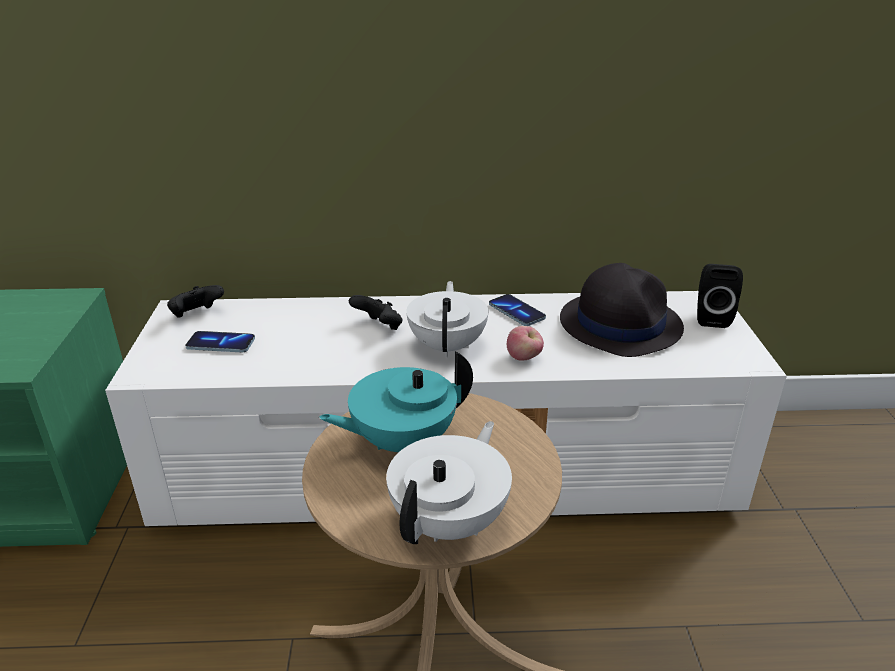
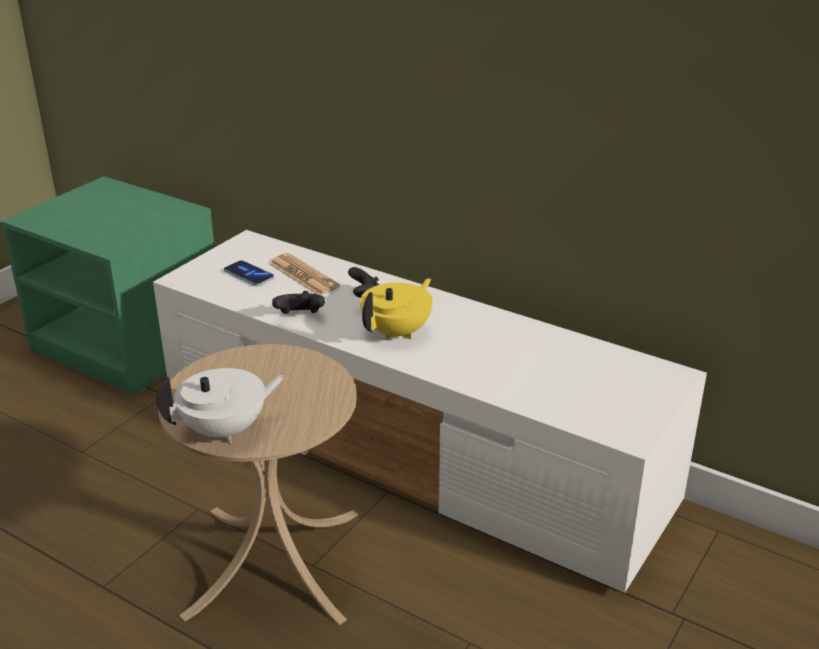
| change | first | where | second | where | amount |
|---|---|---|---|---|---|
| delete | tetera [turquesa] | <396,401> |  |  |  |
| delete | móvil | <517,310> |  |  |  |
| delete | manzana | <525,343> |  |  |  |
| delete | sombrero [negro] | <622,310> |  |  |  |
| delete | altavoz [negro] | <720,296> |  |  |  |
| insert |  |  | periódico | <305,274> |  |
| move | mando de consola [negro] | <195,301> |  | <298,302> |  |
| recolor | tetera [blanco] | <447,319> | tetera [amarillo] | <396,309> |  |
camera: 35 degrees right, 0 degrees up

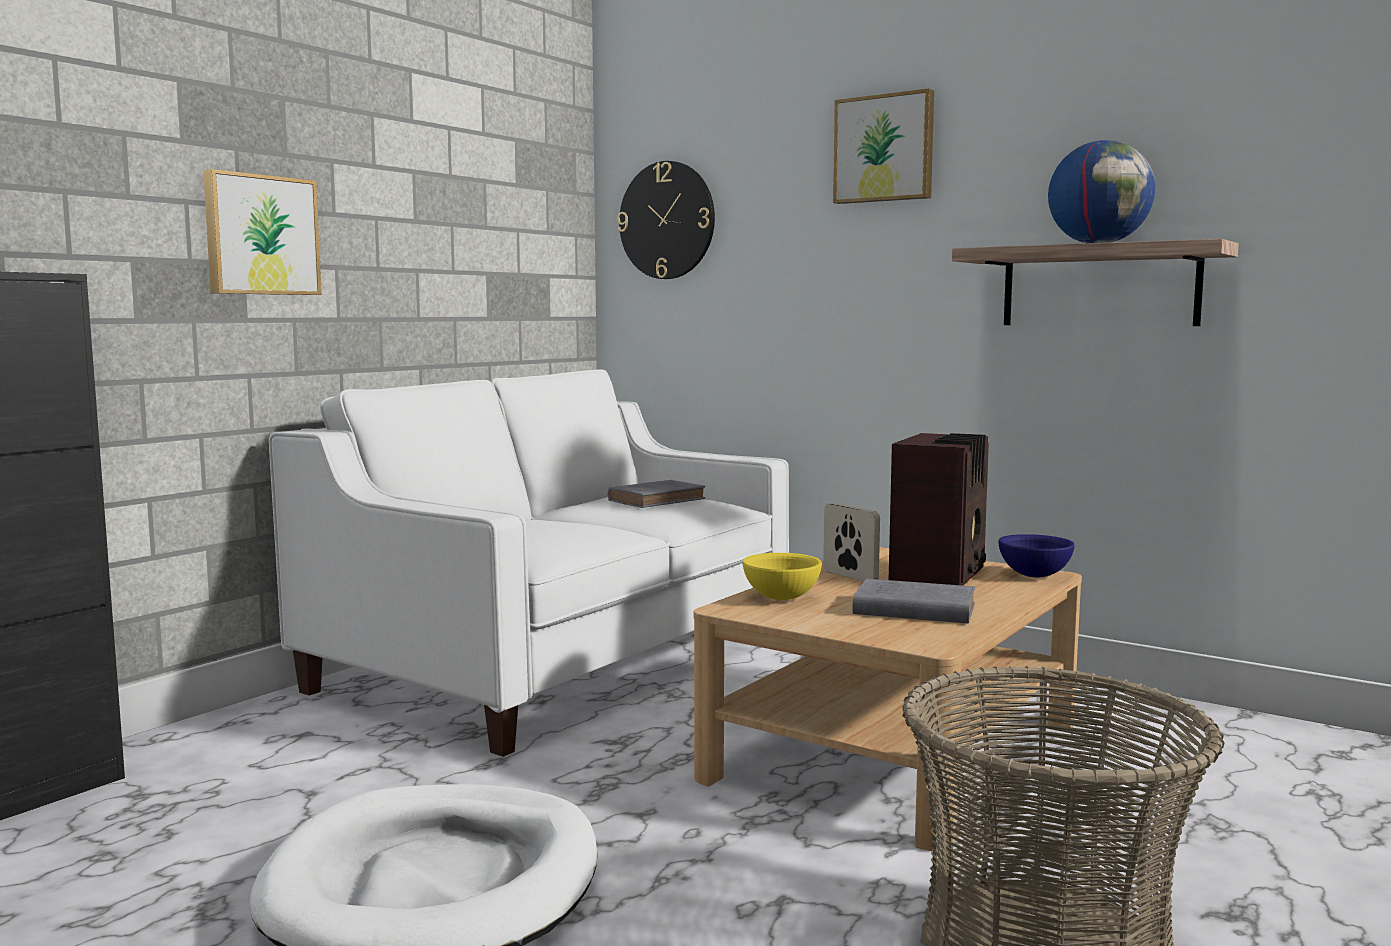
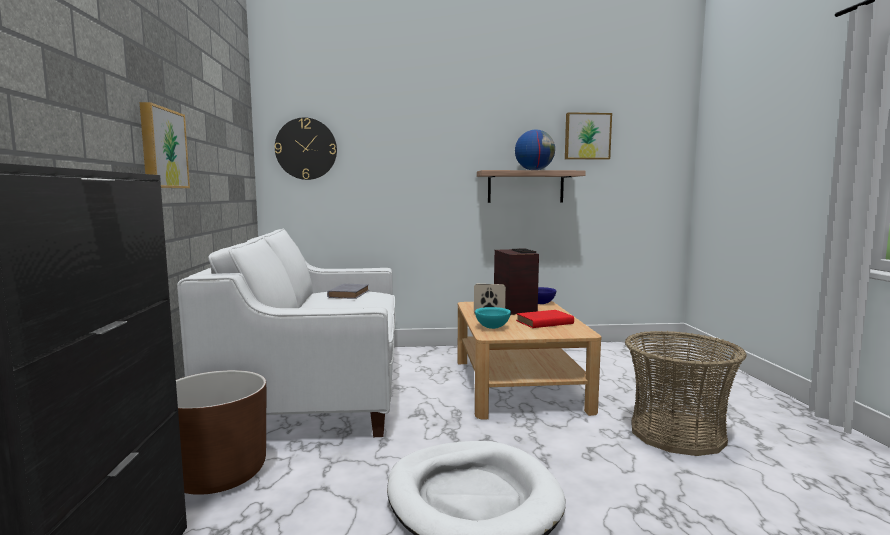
| change | first | where | second | where | amount |
|---|---|---|---|---|---|
| insert |  |  | maceta [marrón] | <221,432> |  |
| move | cuadro | <883,146> |  | <588,136> |  |
| recolor | cuenco [amarillo] | <782,576> | cuenco [turquesa] | <493,318> |  |
| recolor | libro [gris] | <913,601> | libro [rojo] | <545,319> |  |
camera: 40 degrees left, 0 degrees up

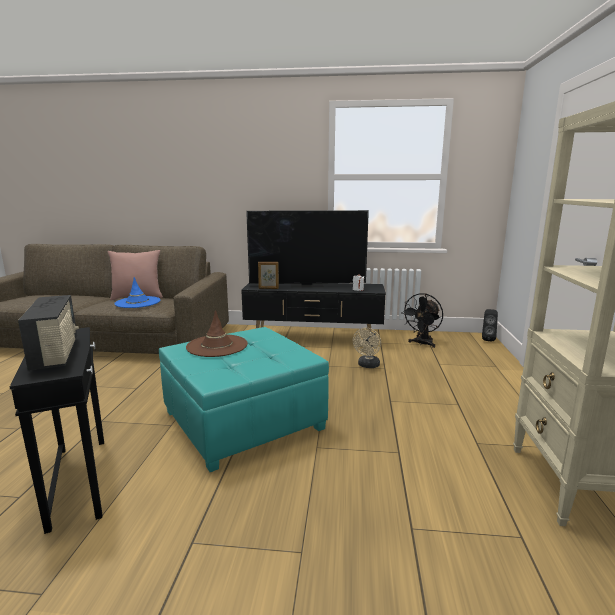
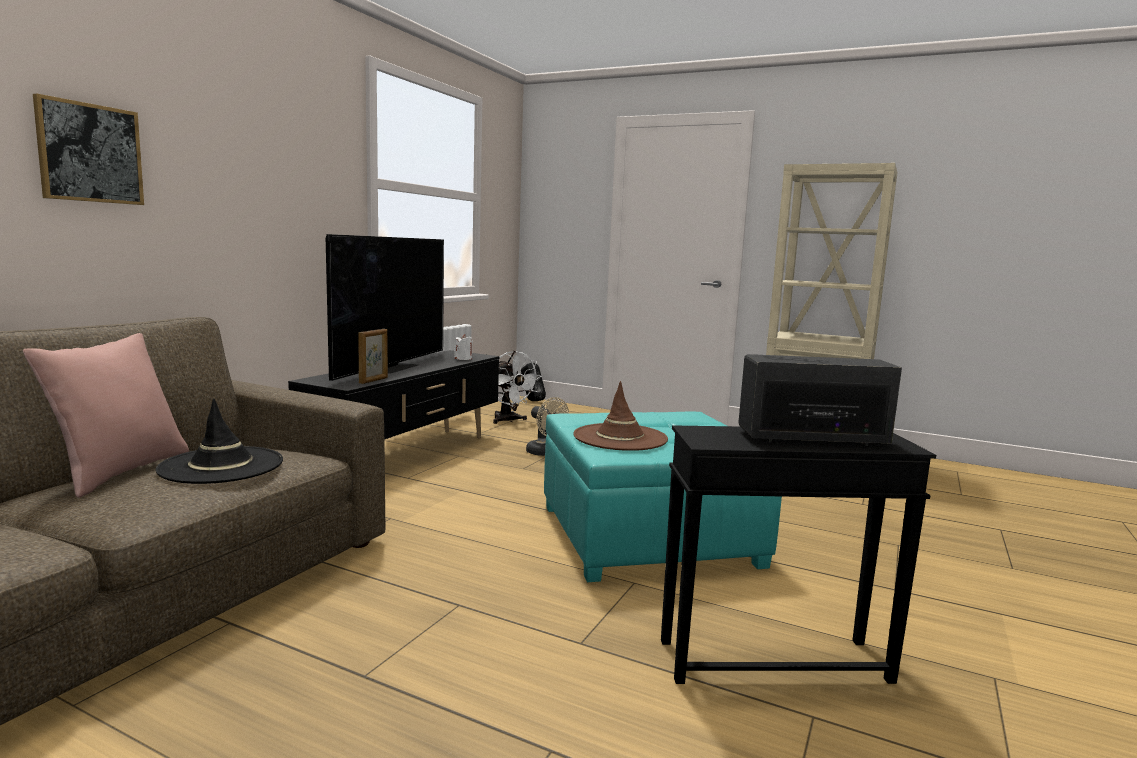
| change | first | where | second | where | amount |
|---|---|---|---|---|---|
| insert |  |  | cuadro | <88,149> |  |
| recolor | sombrero [azul] | <137,292> | sombrero [negro] | <219,441> |  |
| recolor | ventilador [negro] | <422,320> | ventilador [blanco] | <517,387> |  |
camera: 70 degrees left, 5 degrees down

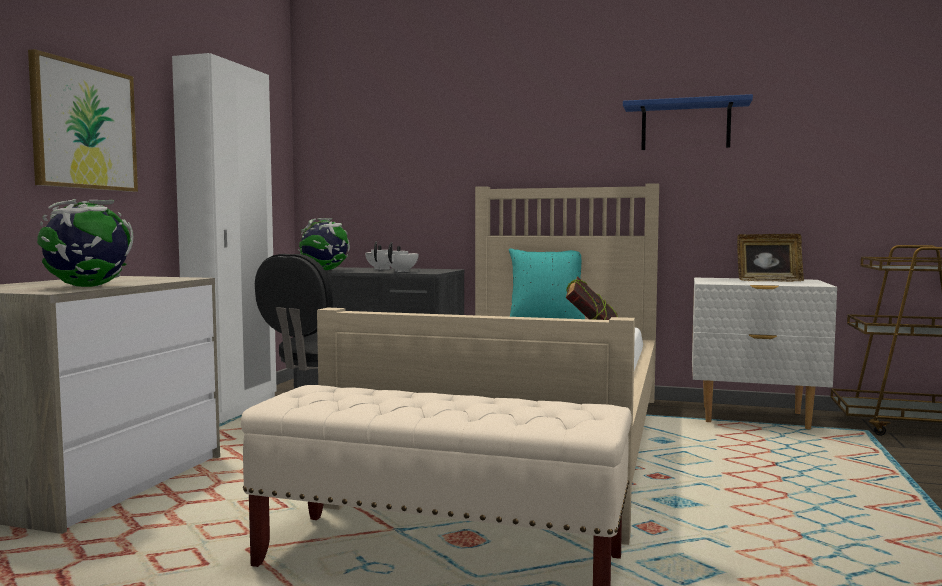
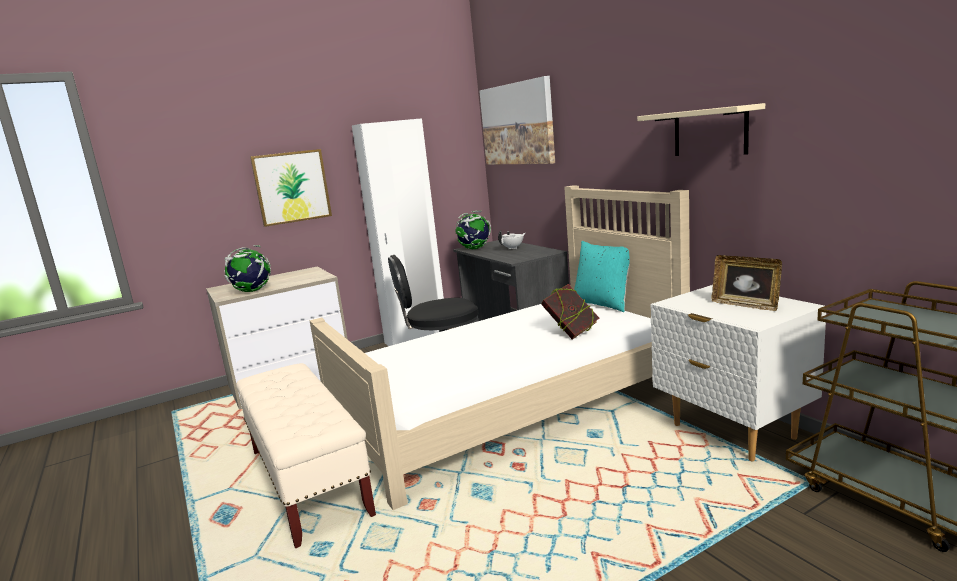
| change | first | where | second | where | amount |
|---|---|---|---|---|---|
| delete | tetera [blanco] | <402,257> |  |  |  |
| insert |  |  | cuadro | <517,120> |  |
| recolor | estante [azul] | <688,122> | estante [beis] | <701,129> |  |
camera: 45 degrees right, 10 degrees up

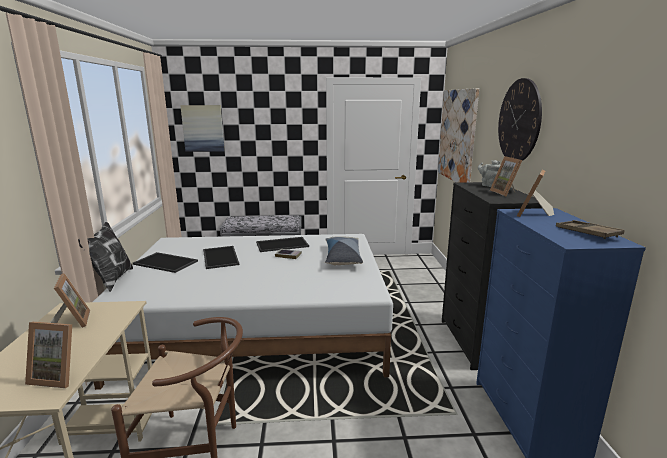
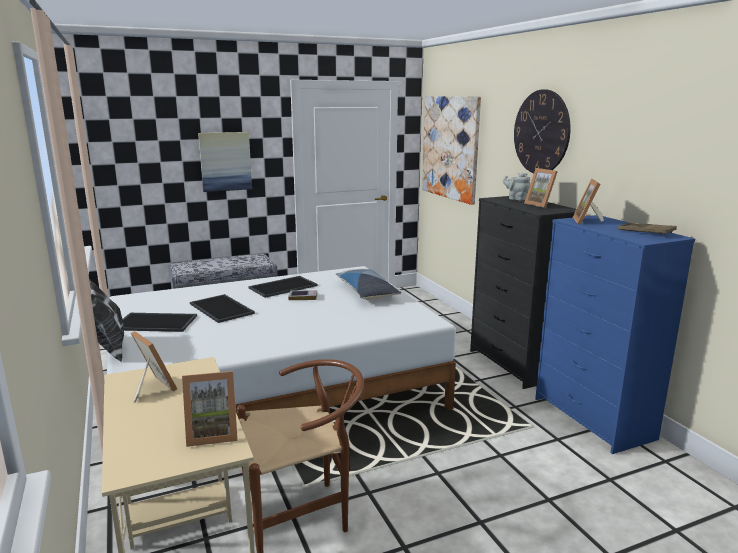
| change | first | where | second | where | amount |
|---|---|---|---|---|---|
| move | cuadro | <202,128> |  | <225,162> |  |
camera: 20 degrees left, 0 degrees up

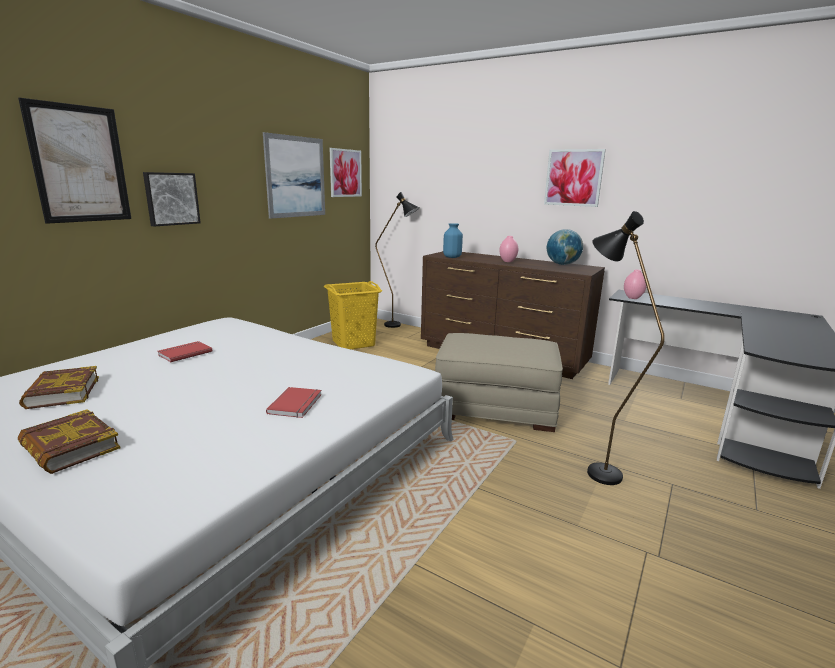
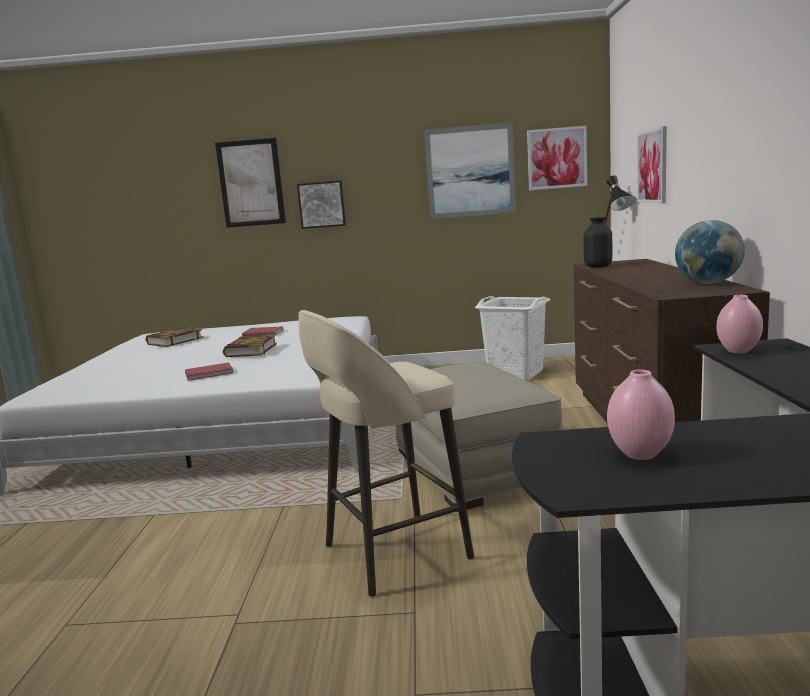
| change | first | where | second | where | amount |
|---|---|---|---|---|---|
| move | libro | <69,441> |  | <250,345> |  |
| move | florero [rosa] | <508,249> |  | <641,415> |  |
| move | cuadro | <575,178> |  | <652,164> |  |
| replace | lámpara de pie [negro] | <626,348> | taburete [beis] | <386,453> |  |
| recolor | cesto de la ropa [amarillo] | <353,315> | cesto de la ropa [blanco] | <512,338> |  |
| recolor | florero [azul] | <453,240> | florero [negro] | <598,242> |  |
camera: 60 degrees right, 5 degrees down

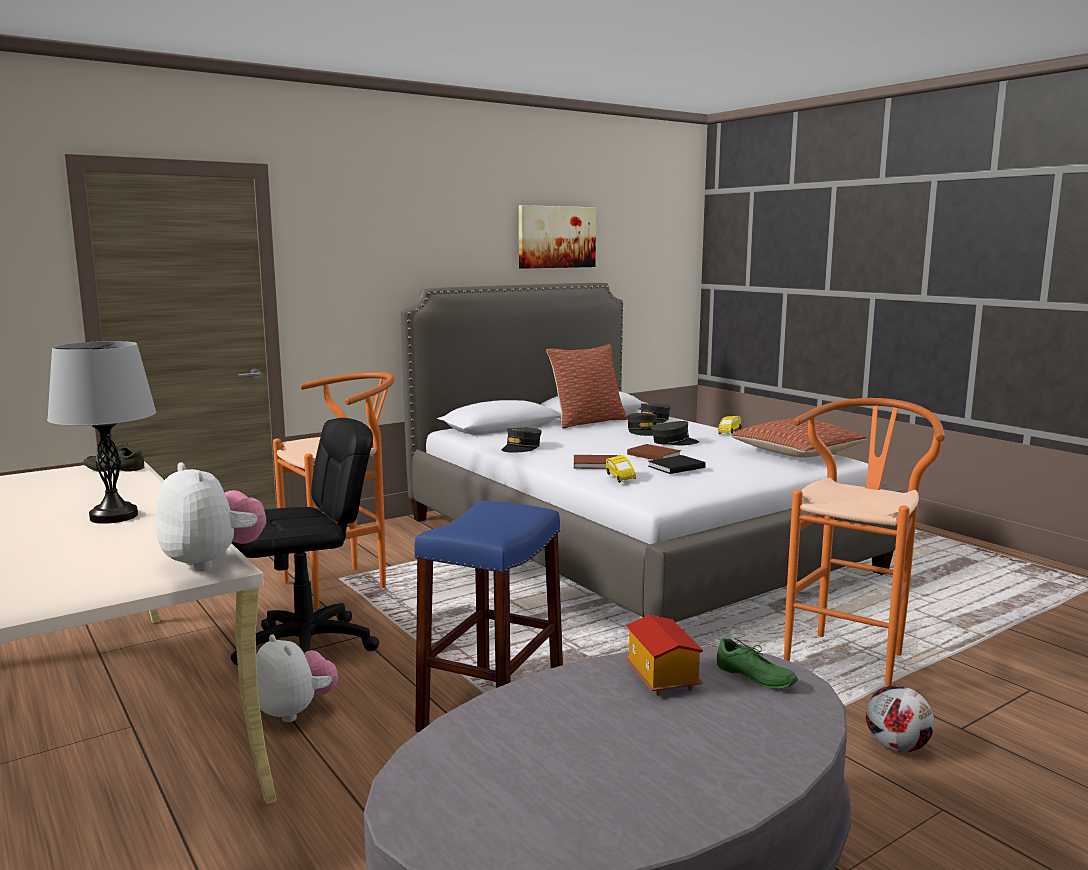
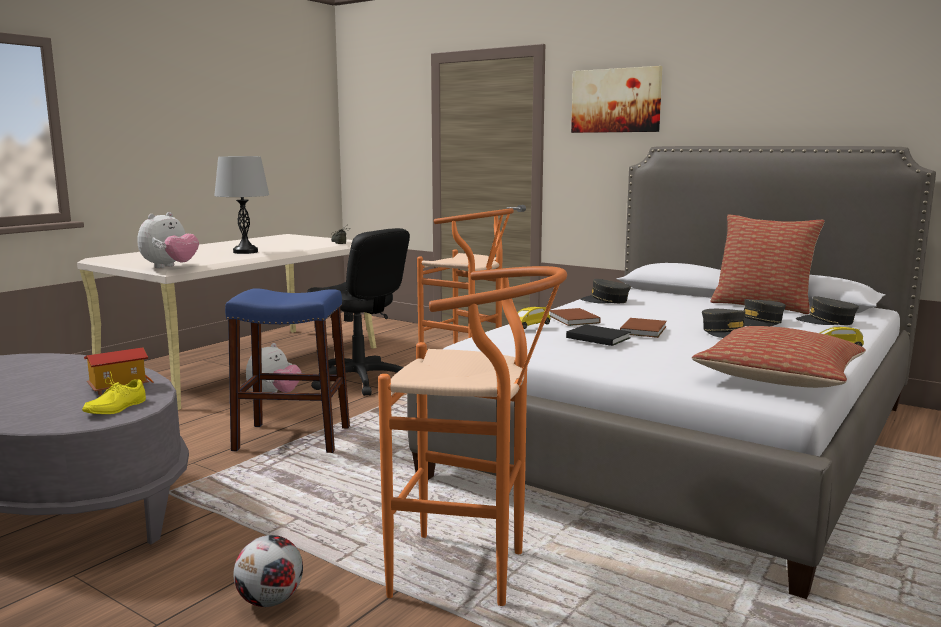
| change | first | where | second | where | amount |
|---|---|---|---|---|---|
| move | cuadro | <557,237> |  | <617,99> |  |
| recolor | zapato [verde] | <757,663> | zapato [amarillo] | <114,392> |  |
camera: 70 degrees right, 0 degrees up

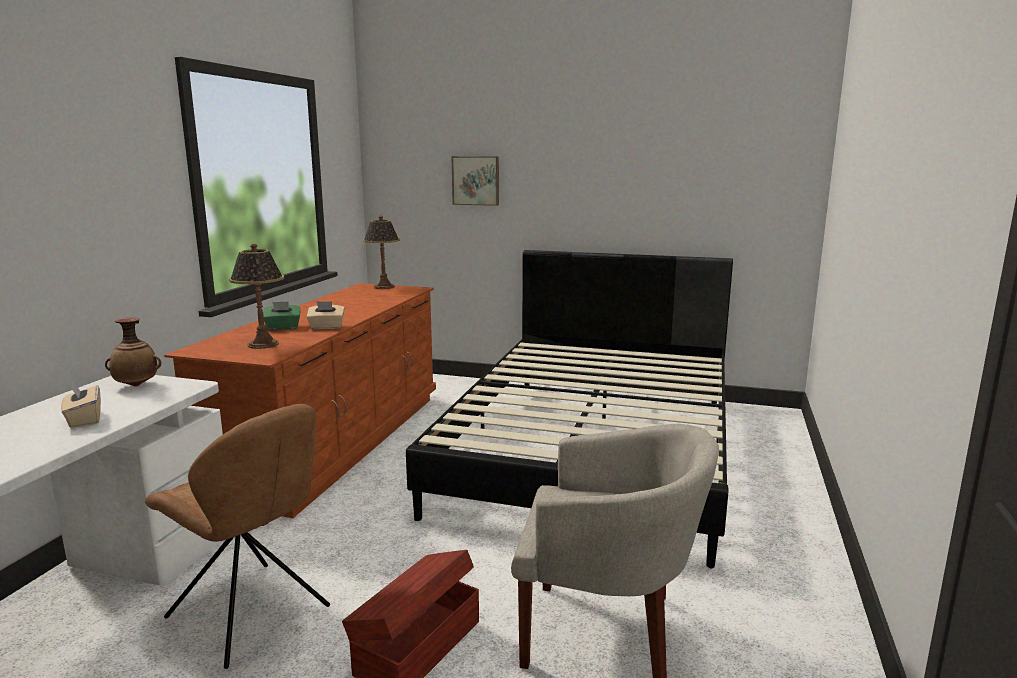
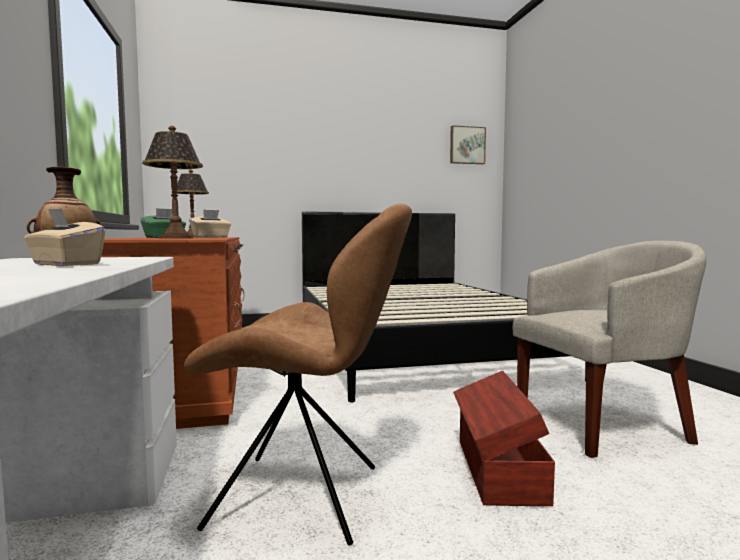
| change | first | where | second | where | amount |
|---|---|---|---|---|---|
| move | cuadro | <475,181> |  | <468,144> |  |
camera: 30 degrees left, 10 degrees down

